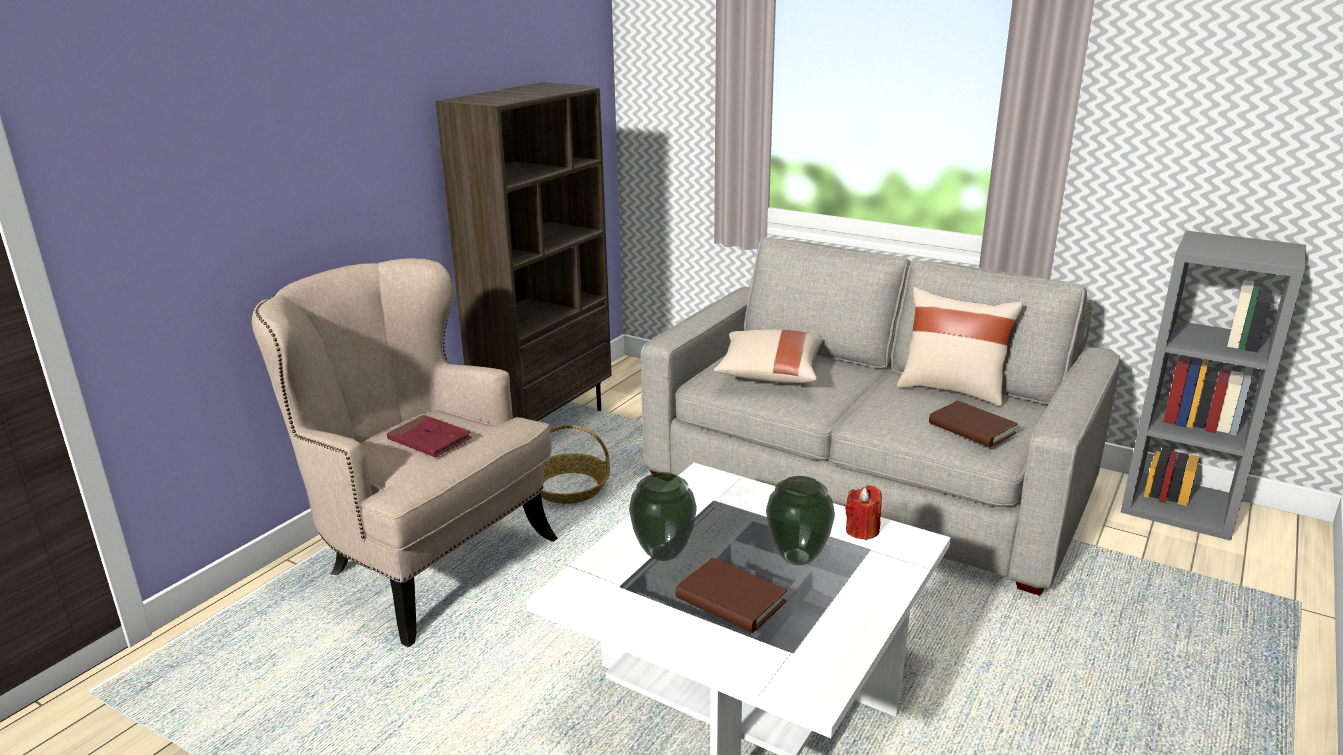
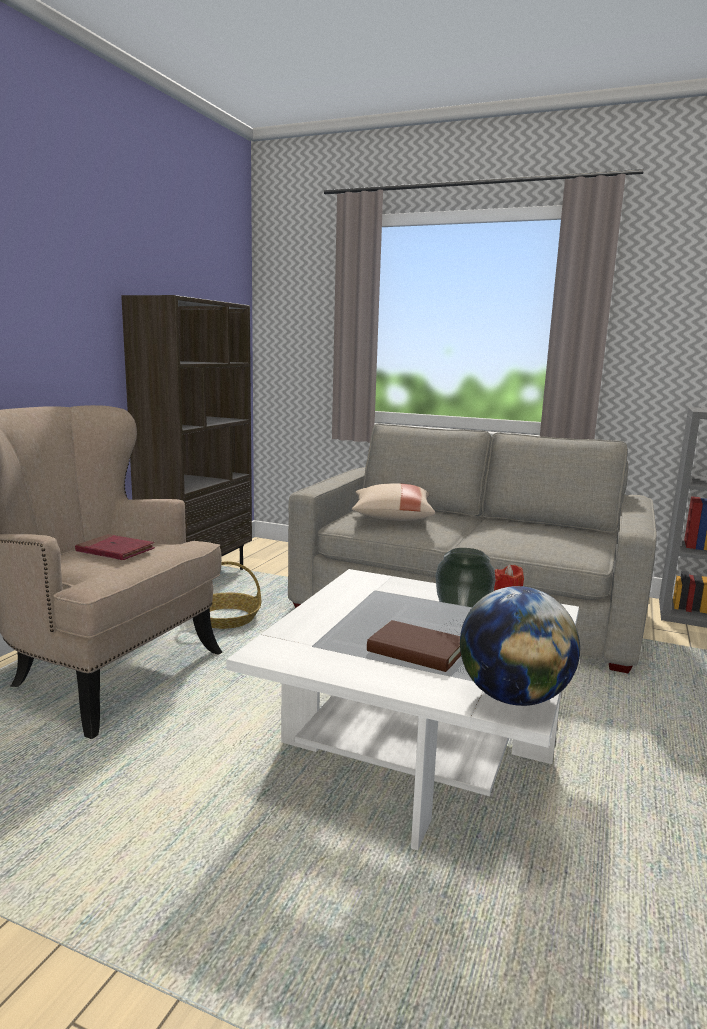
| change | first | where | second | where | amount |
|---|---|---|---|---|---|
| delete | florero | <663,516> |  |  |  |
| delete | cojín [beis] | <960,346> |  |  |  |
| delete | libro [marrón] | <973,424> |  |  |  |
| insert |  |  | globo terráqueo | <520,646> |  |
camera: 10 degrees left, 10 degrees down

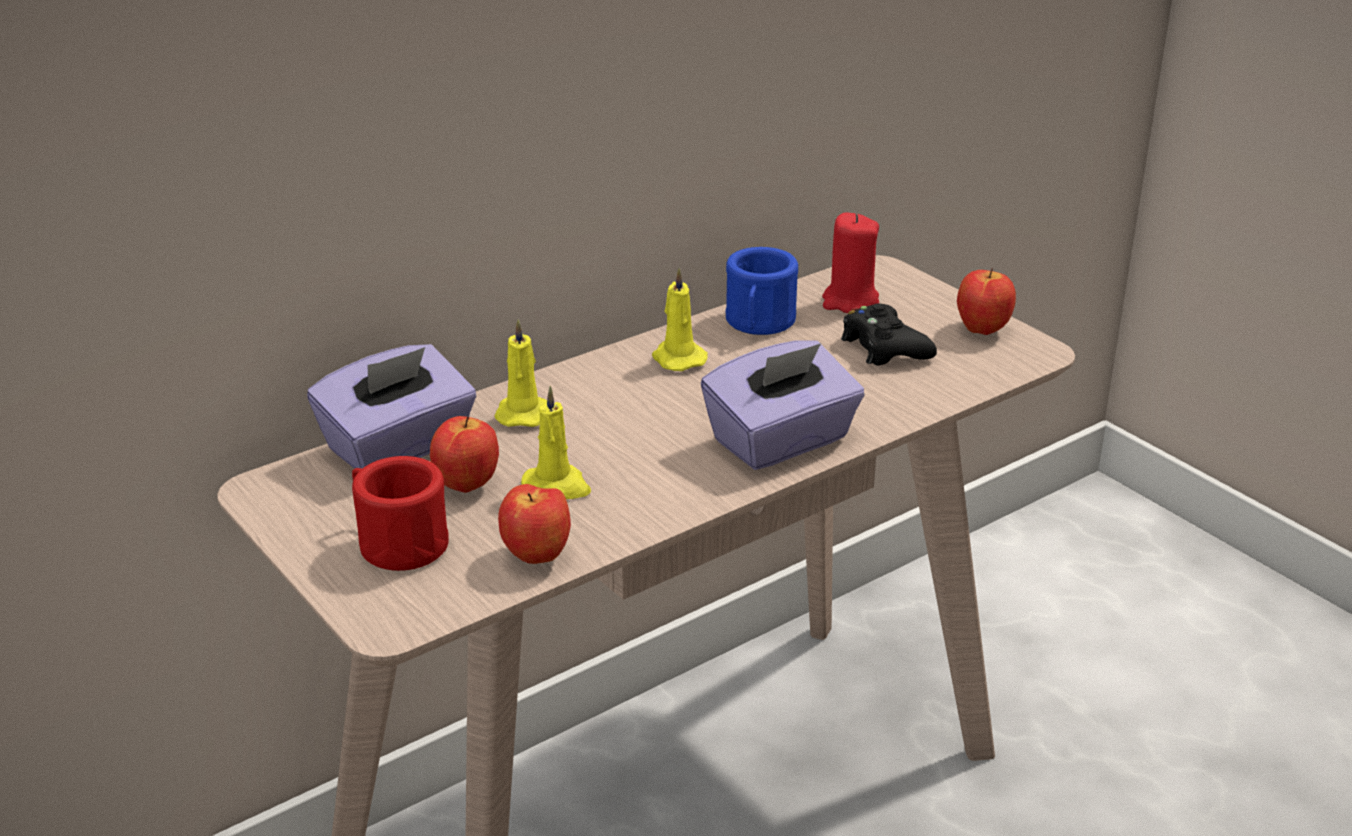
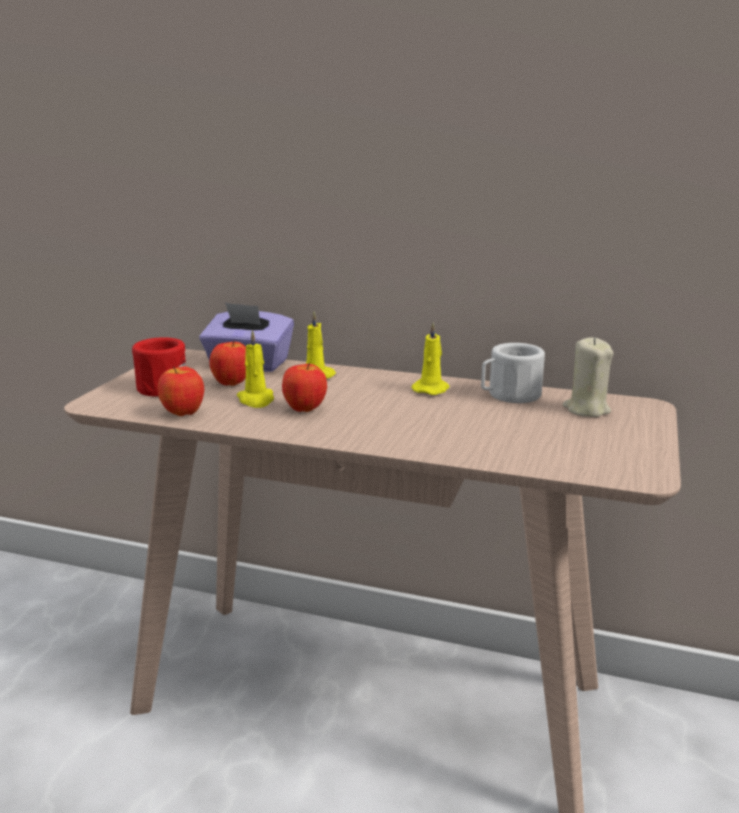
| change | first | where | second | where | amount |
|---|---|---|---|---|---|
| delete | caja de pañuelos [morado] | <783,405> |  |  |  |
| delete | mando de consola [negro] | <889,334> |  |  |  |
| move | manzana | <986,301> |  | <304,387> |  |
| recolor | taza grande [azul] | <762,291> | taza grande [blanco] | <513,373> |  |
| recolor | vela [rojo] | <850,262> | vela [beis] | <587,377> |  |
camera: 55 degrees right, 10 degrees down

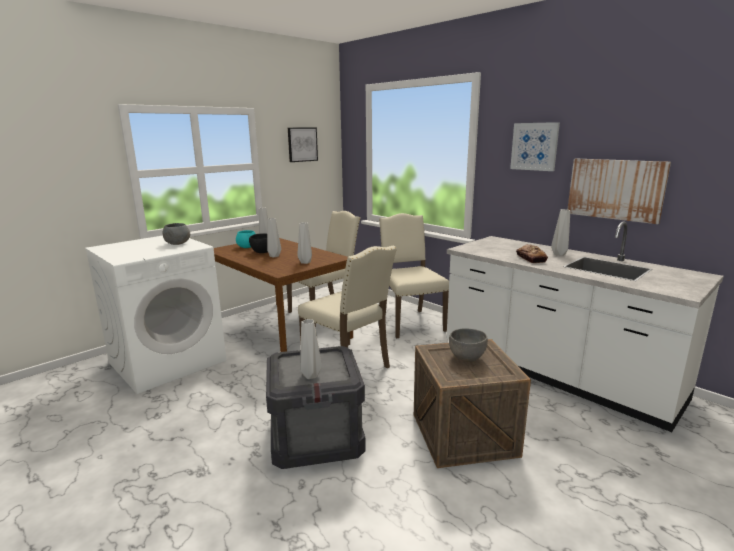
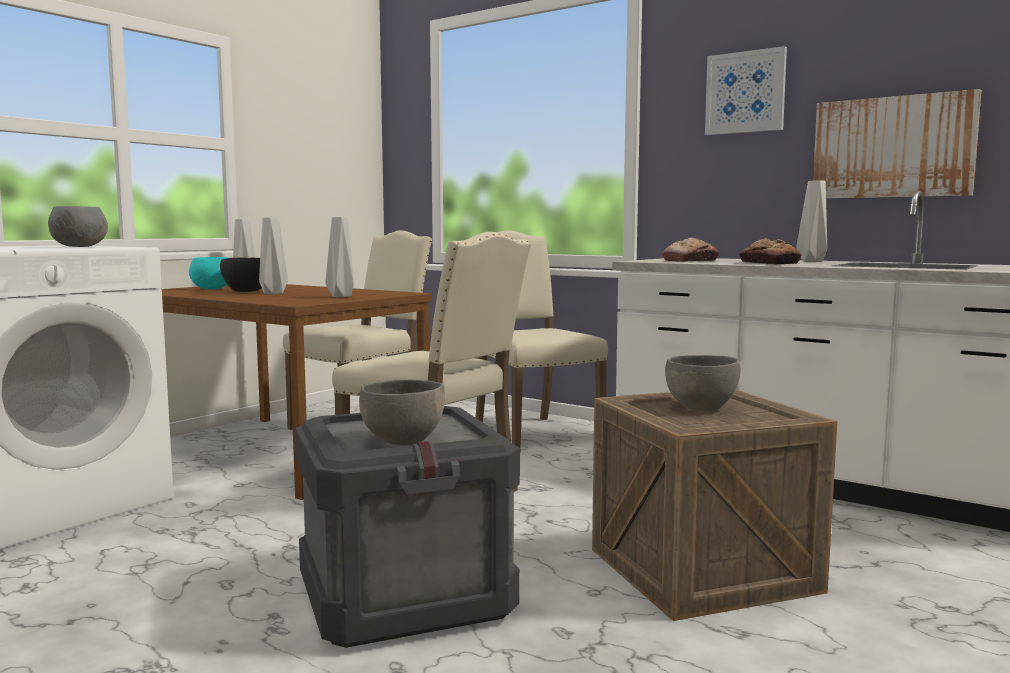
| change | first | where | second | where | amount |
|---|---|---|---|---|---|
| delete | cuadro | <303,145> |  |  |  |
| insert |  |  | pan | <691,250> |  |
| replace | florero [gris] | <311,349> | cuenco [gris] | <402,412> |  |
camera: 10 degrees left, 10 degrees down

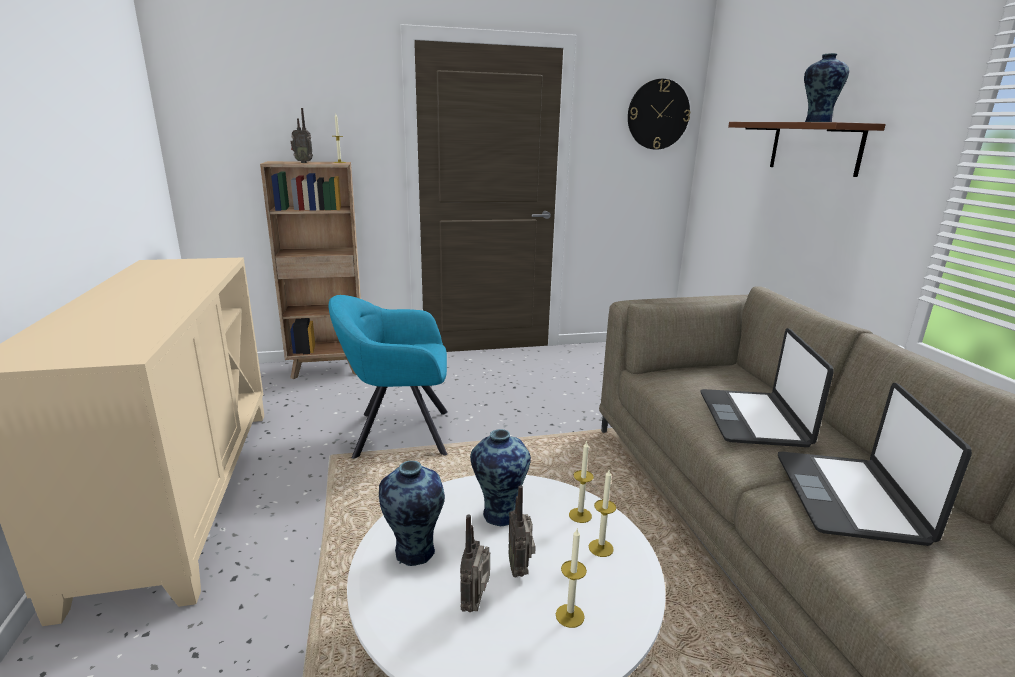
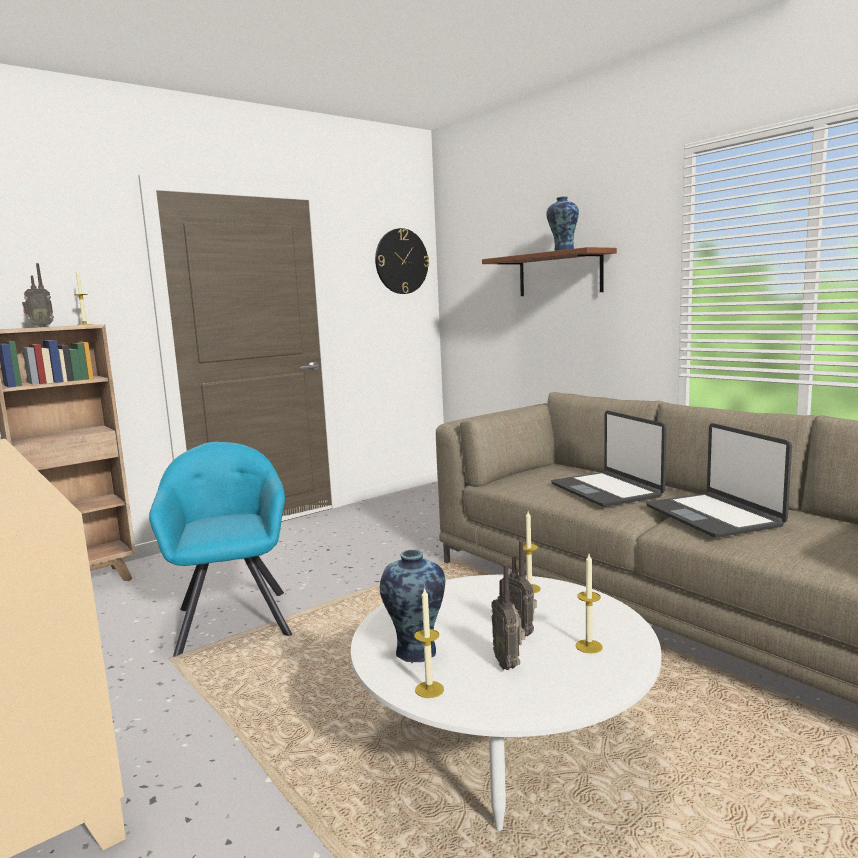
| change | first | where | second | where | amount |
|---|---|---|---|---|---|
| delete | florero | <500,477> |  |  |  |
| move | vela | <602,513> |  | <429,642> |  |
| rotate | sillón [turquesa] | <388,377> |  | <220,549> | 105 degrees clockwise |
camera: 25 degrees left, 10 degrees down

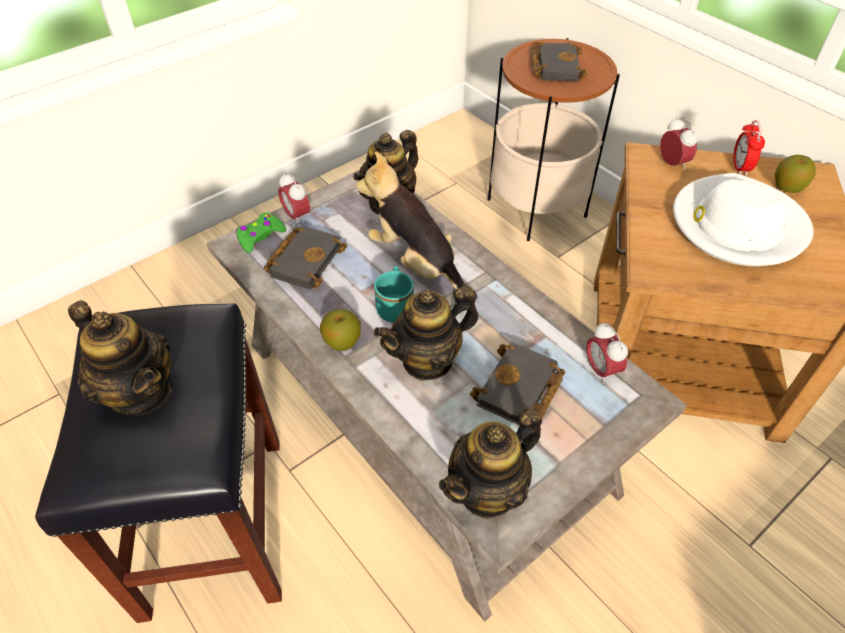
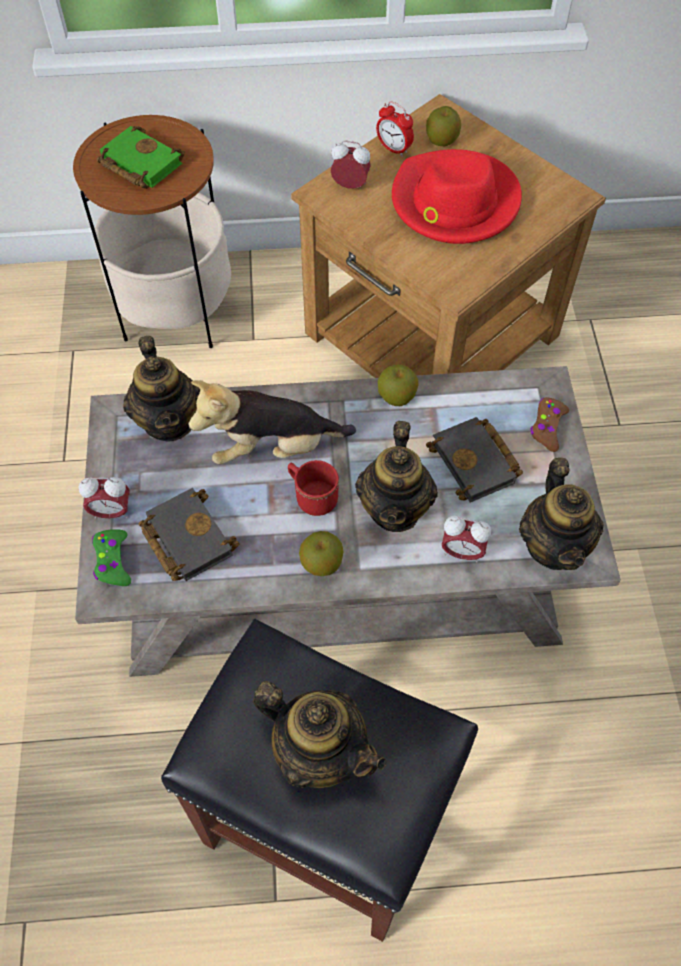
| change | first | where | second | where | amount |
|---|---|---|---|---|---|
| insert |  |  | manzana | <398,385> |  |
| insert |  |  | mando de consola [marrón] | <549,424> |  |
| move | despertador | <607,353> |  | <466,539> |  |
| recolor | taza grande [turquesa] | <394,294> | taza grande [rojo] | <313,488> |  |
| recolor | libro [negro] | <559,61> | libro [verde] | <141,157> |  |
| recolor | sombrero [blanco] | <743,219> | sombrero [rojo] | <457,196> |  |
| rotate | tetera | <120,358> |  | <320,734> | 45 degrees clockwise |
camera: 55 degrees left, 10 degrees up

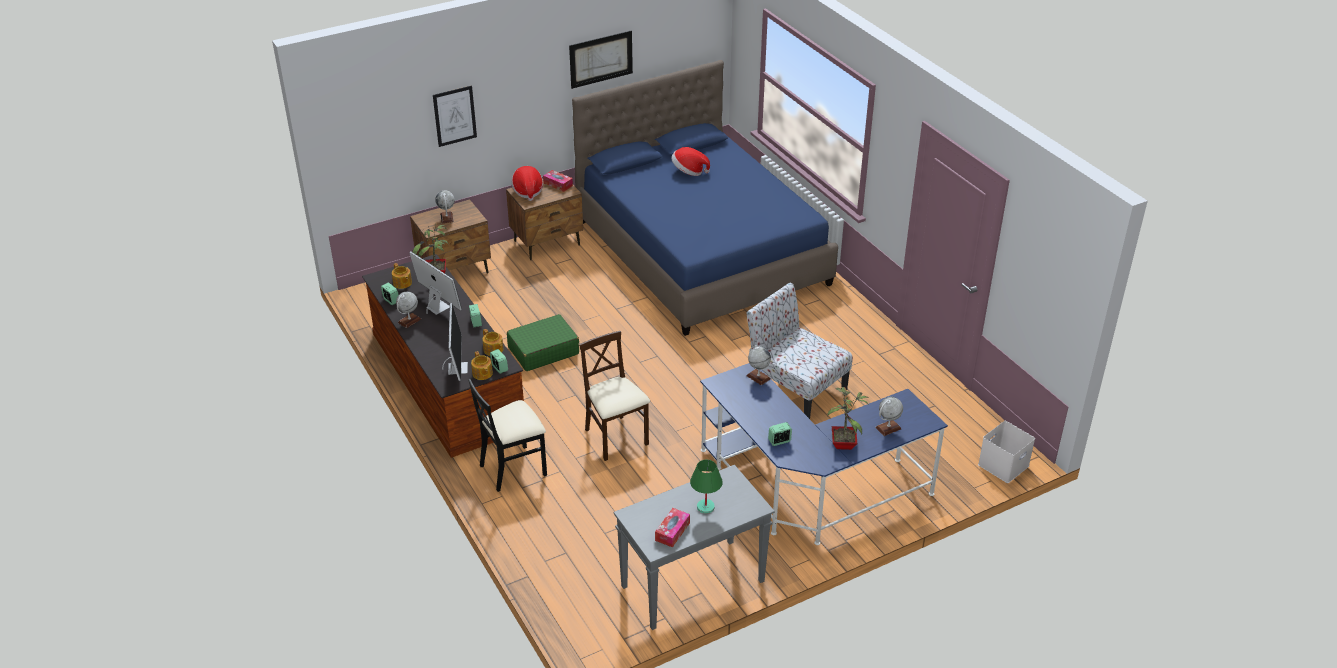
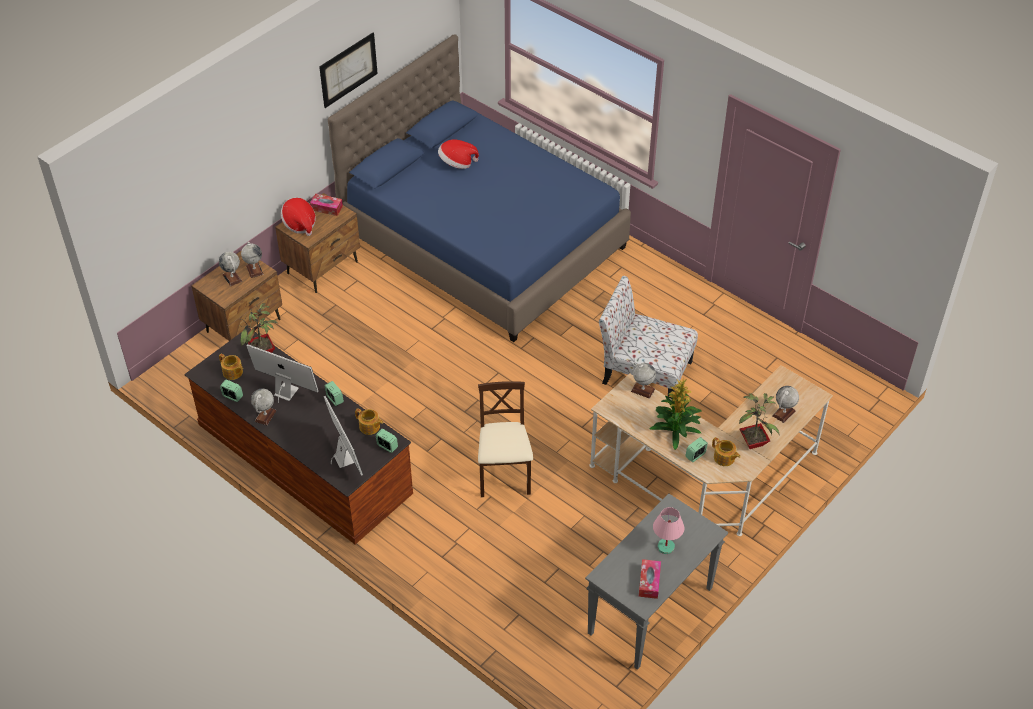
| change | first | where | second | where | amount |
|---|---|---|---|---|---|
| delete | cuadro | <455,116> |  |  |  |
| delete | silla [negro] | <507,435> |  |  |  |
| delete | maleta [verde] | <543,342> |  |  |  |
| delete | caja de almacenaje [blanco] | <1006,452> |  |  |  |
| insert |  |  | globo terráqueo | <252,260> |  |
| insert |  |  | planta en maceta | <675,414> |  |
| move | tetera | <482,365> |  | <726,451> |  |
| recolor | lámpara de mesa [verde] | <706,487> | lámpara de mesa [rosa] | <668,530> |  |
| recolor | escritorio [azul] | <824,454> | escritorio [beis] | <711,450> |  |
| rotate | silla [beis] | <614,396> |  | <505,439> | 45 degrees clockwise |
camera: 20 degrees left, 10 degrees up

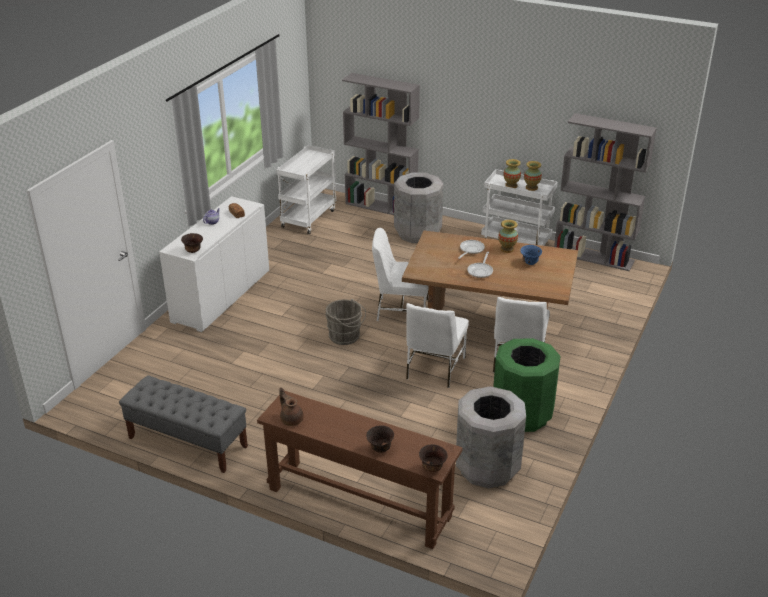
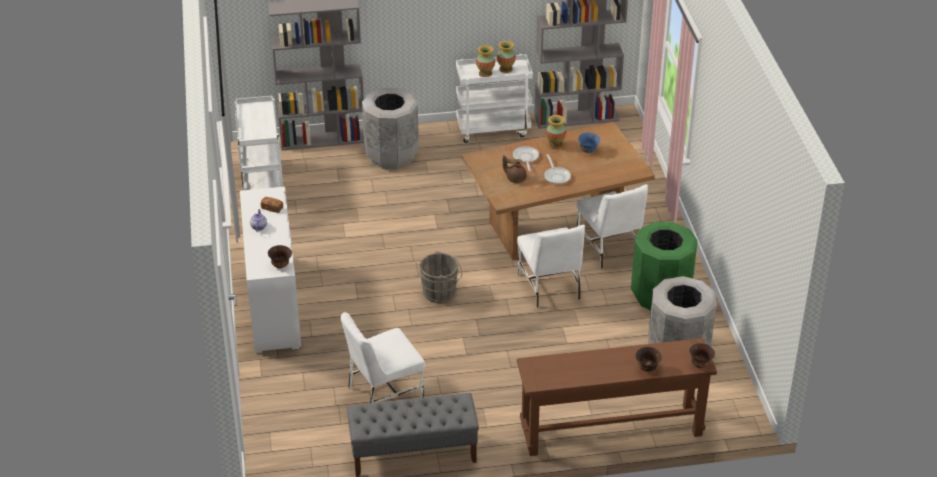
| change | first | where | second | where | amount |
|---|---|---|---|---|---|
| move | tetera [marrón] | <291,406> |  | <514,169> |  |
| move | silla [blanco] | <400,274> |  | <383,357> |  |
camera: 35 degrees left, 5 degrees up

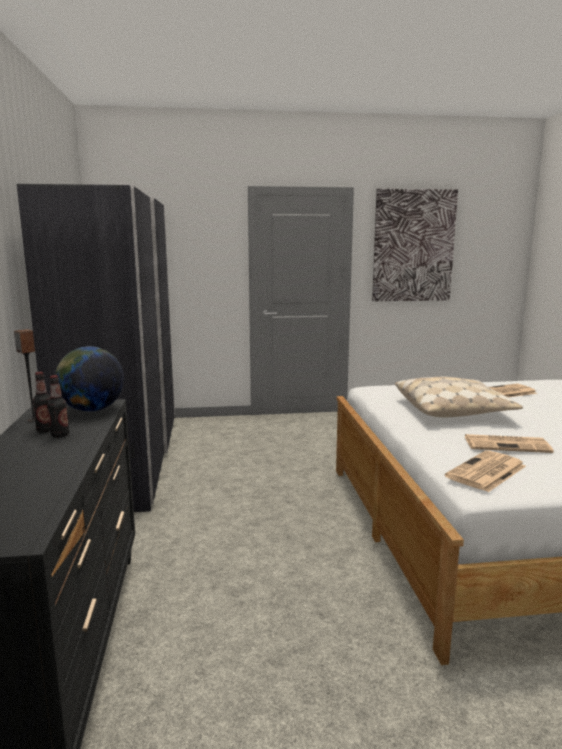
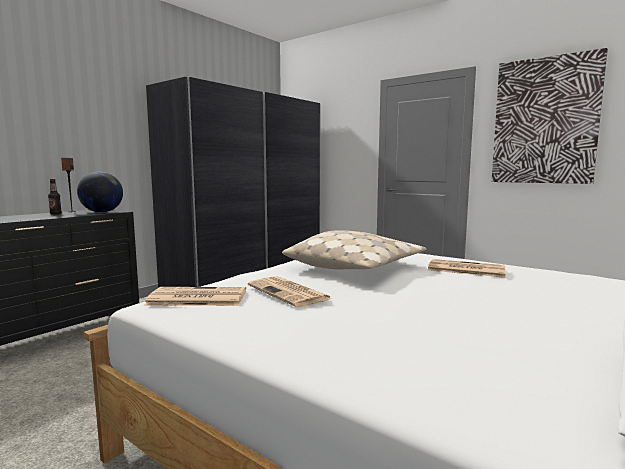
| change | first | where | second | where | amount |
|---|---|---|---|---|---|
| delete | botella | <58,406> |  |  |  |
camera: 45 degrees right, 5 degrees down

